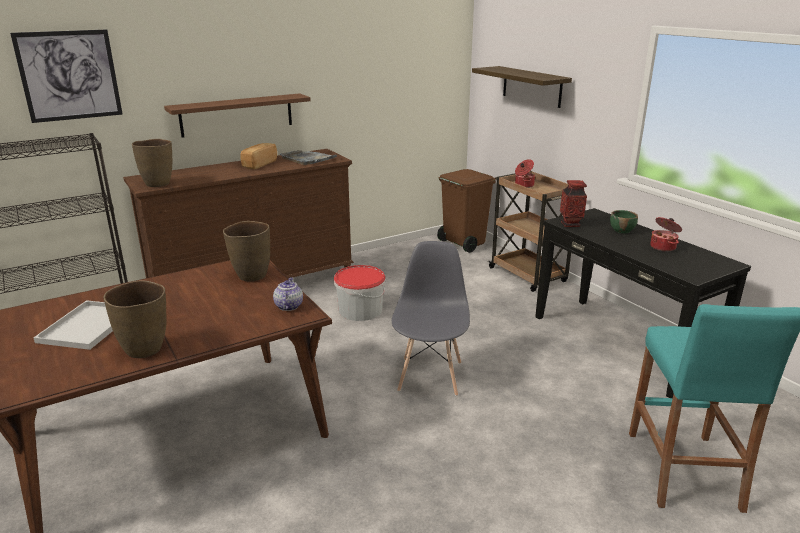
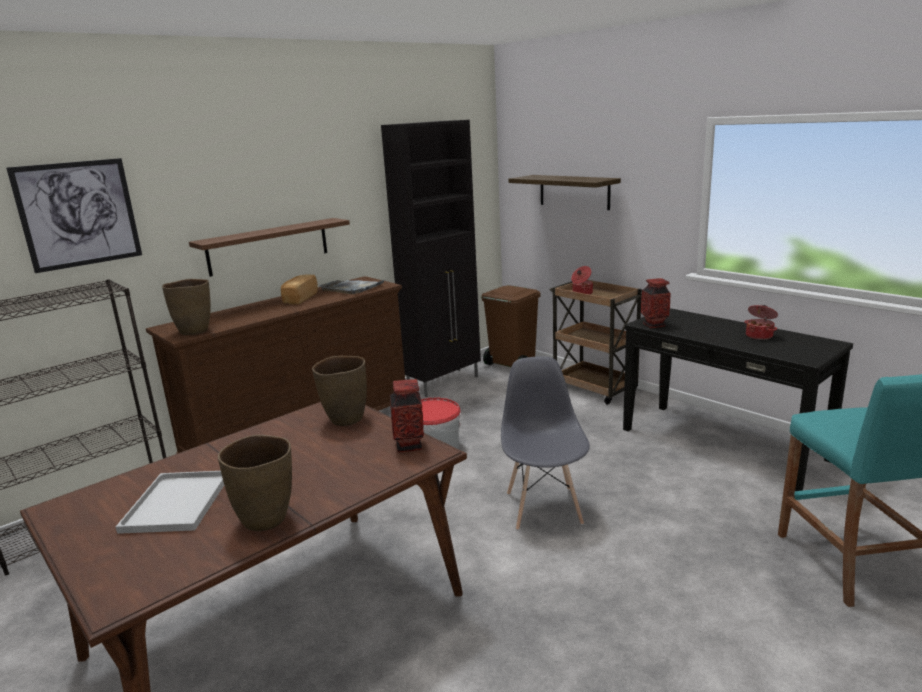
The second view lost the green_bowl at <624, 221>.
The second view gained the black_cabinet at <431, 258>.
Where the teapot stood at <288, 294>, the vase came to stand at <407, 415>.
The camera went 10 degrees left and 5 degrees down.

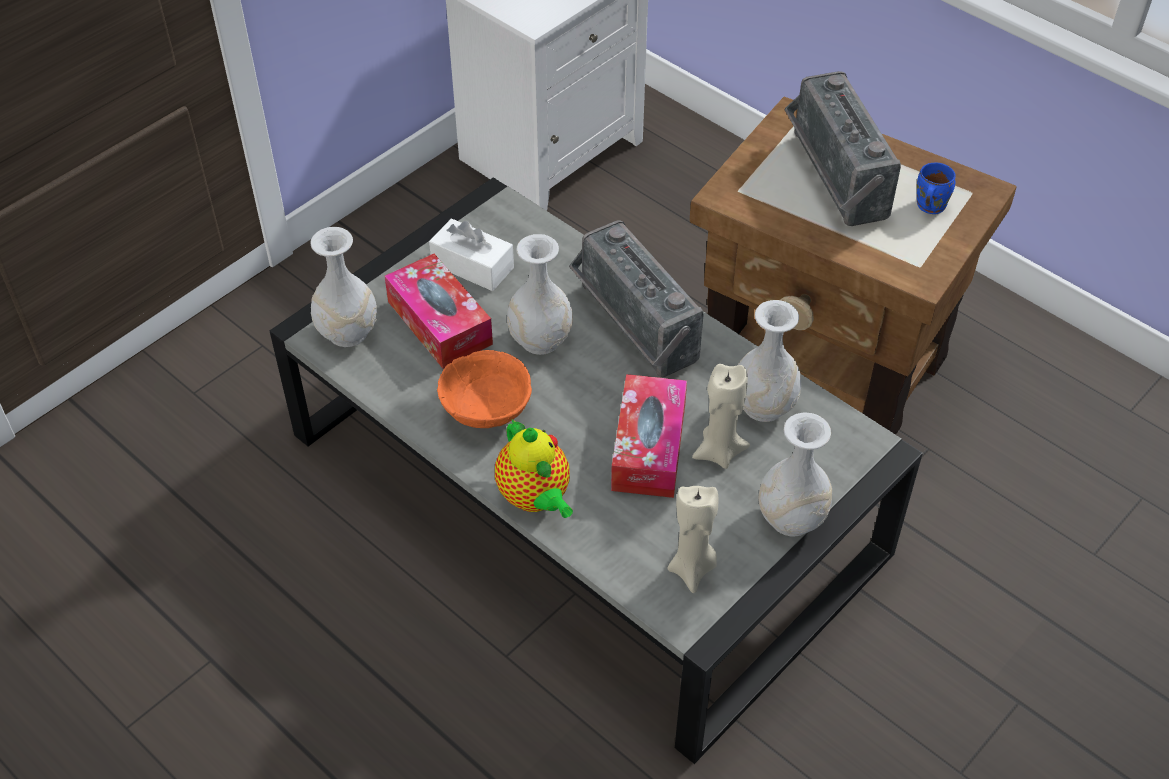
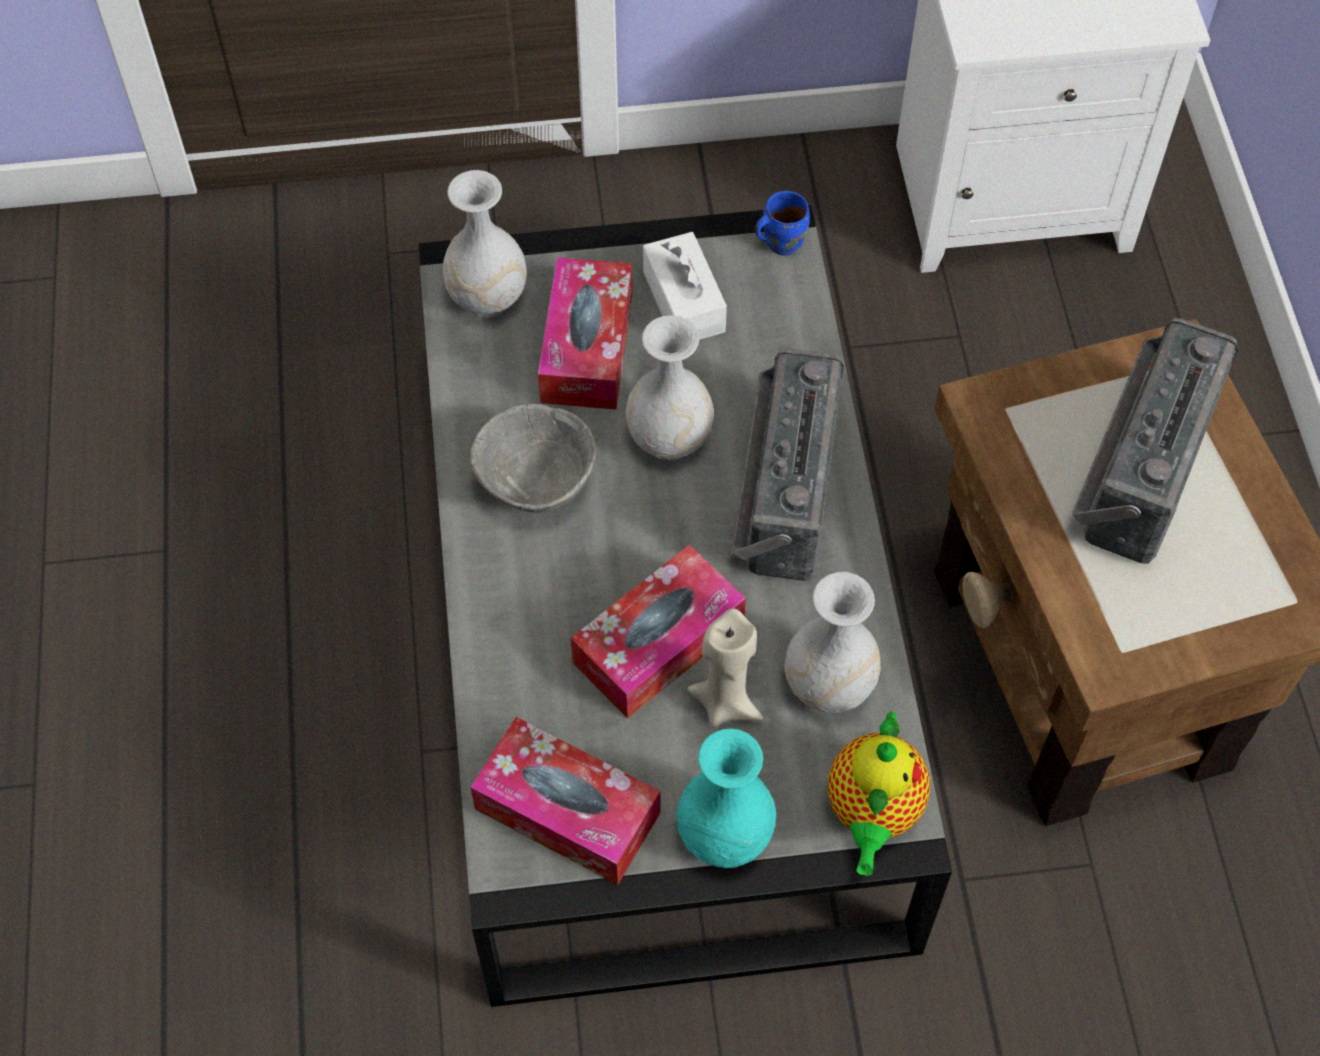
The teapot ended up elsewhere, having gone from <534, 468> to <879, 794>.
The blue_mug ended up elsewhere, having gone from <936, 188> to <782, 223>.
Where the beige_candle stood at <693, 539>, the tissue_box came to stand at <565, 801>.
What was the orange_bowl at <484, 389> turned into the grey_bowl at <533, 458>.
What was the white_vase at <795, 474> turned into the turquoise_vase at <726, 798>.
The camera went 40 degrees right and 10 degrees up.

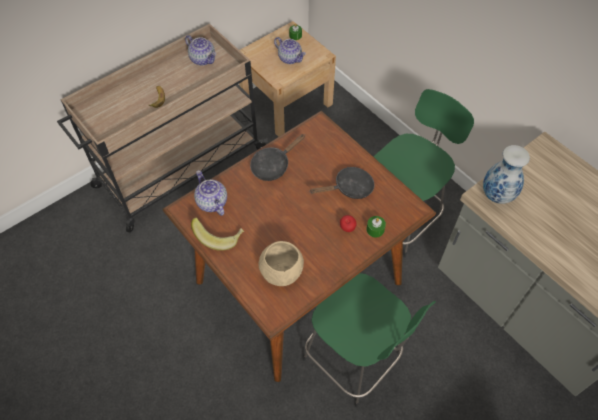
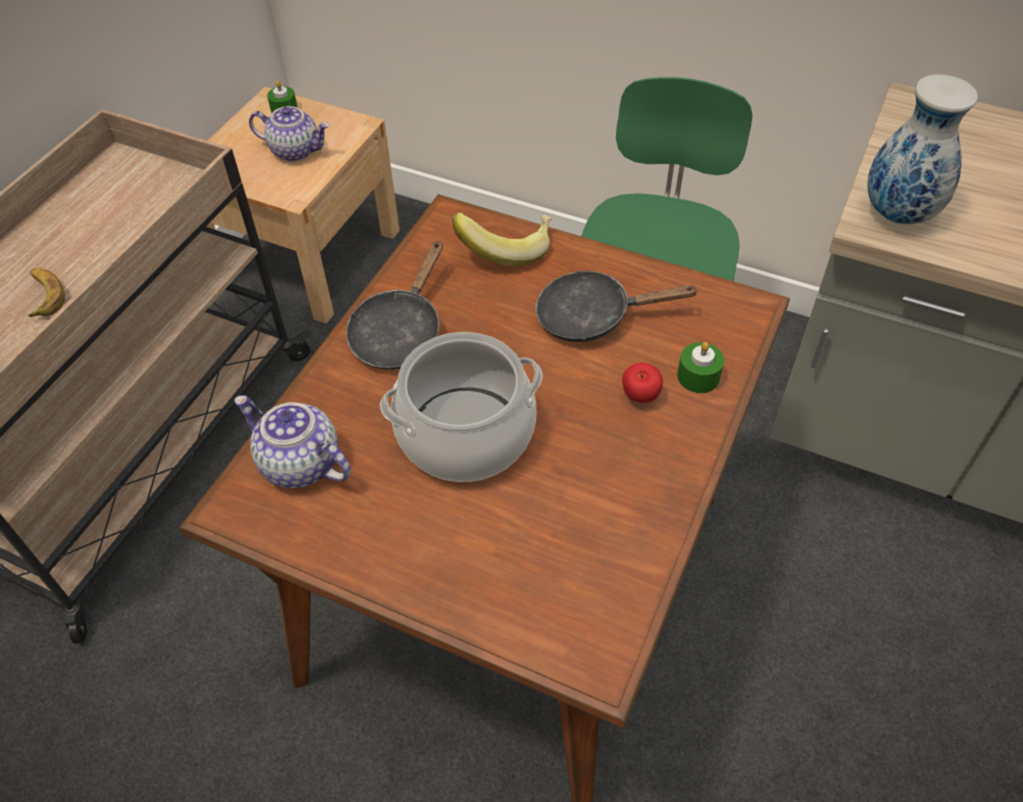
The second view lost the teapot at <200, 50>.
The second view lost the beige_bowl at <281, 263>.
The second view lost the green_stool at <369, 340>.
The second view gained the cooking_pot at <461, 407>.
The banana ended up elsewhere, having gone from <217, 234> to <502, 240>.
The black_frying_pan at <342, 183> ended up facing another way, 135 degrees counterclockwise from before.
The camera went 25 degrees left and 5 degrees down.

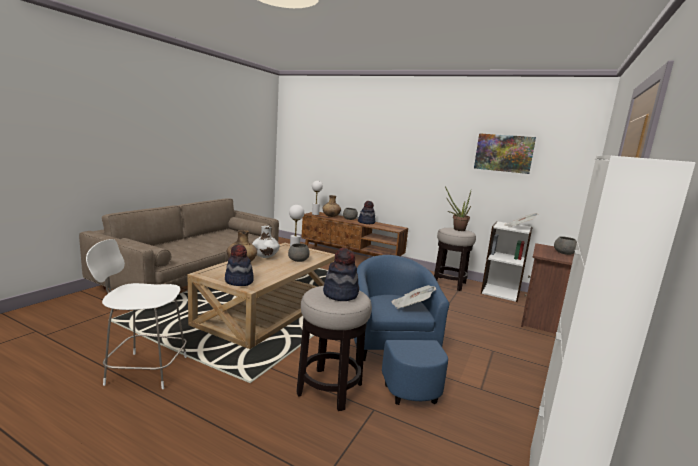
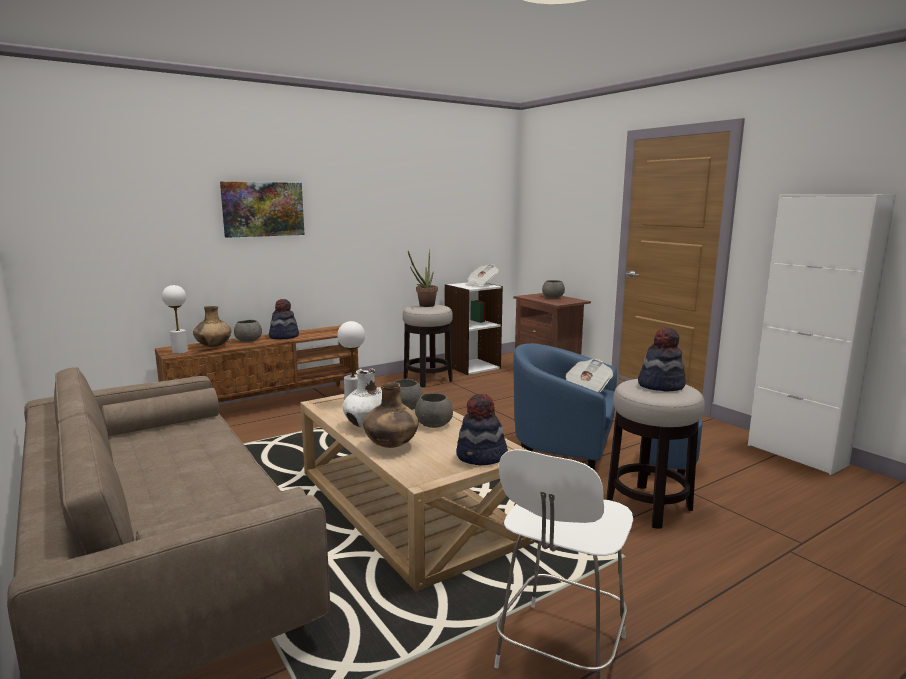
The second view gained the grey_bowl at <434, 410>.
The picture ended up elsewhere, having gone from <505, 153> to <262, 210>.
The camera went 60 degrees left and 0 degrees up.

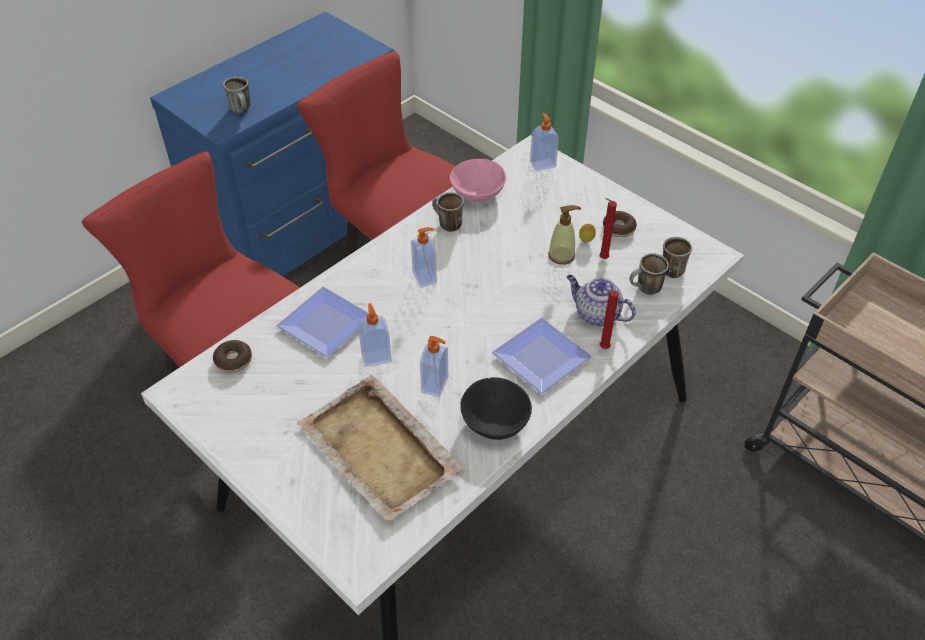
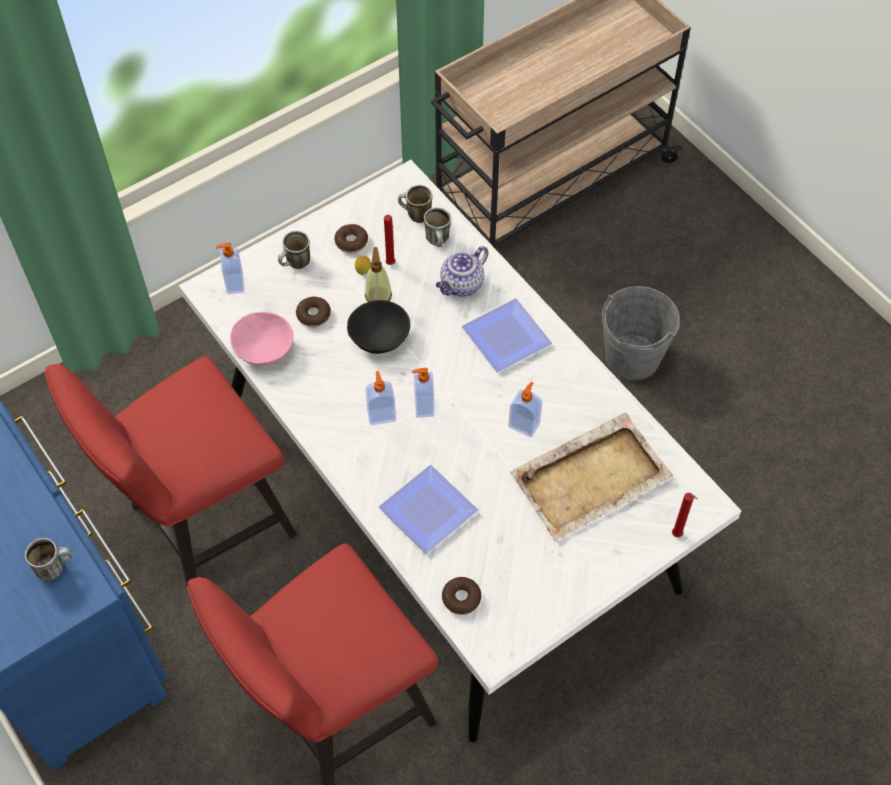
The second view gained the donut at <313, 312>.
The second view gained the grey_bucket at <641, 333>.
The soap_dispenser ended up elsewhere, having gone from <375, 335> to <423, 393>.
The mug ended up elsewhere, having gone from <448, 212> to <294, 250>.
The black_bowl ended up elsewhere, having gone from <496, 408> to <378, 327>.
The red_candle ended up elsewhere, having gone from <609, 319> to <684, 515>.
The camera went 80 degrees left and 10 degrees up.

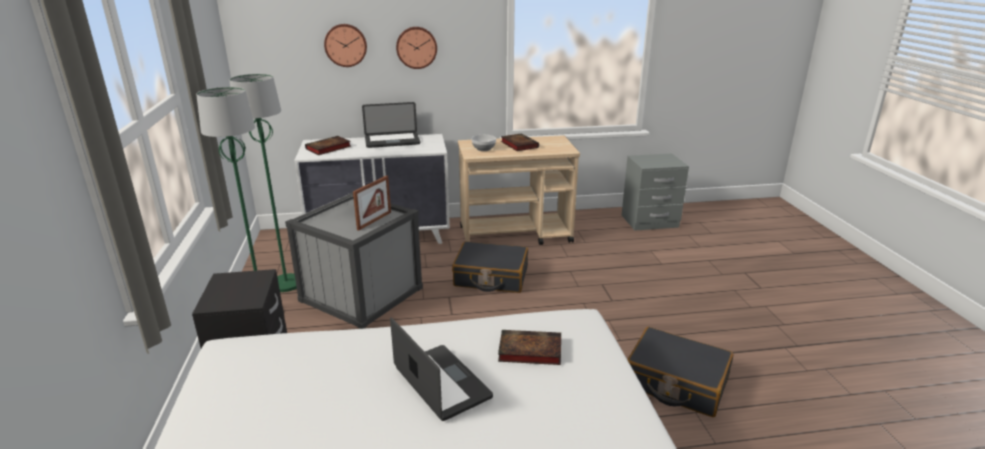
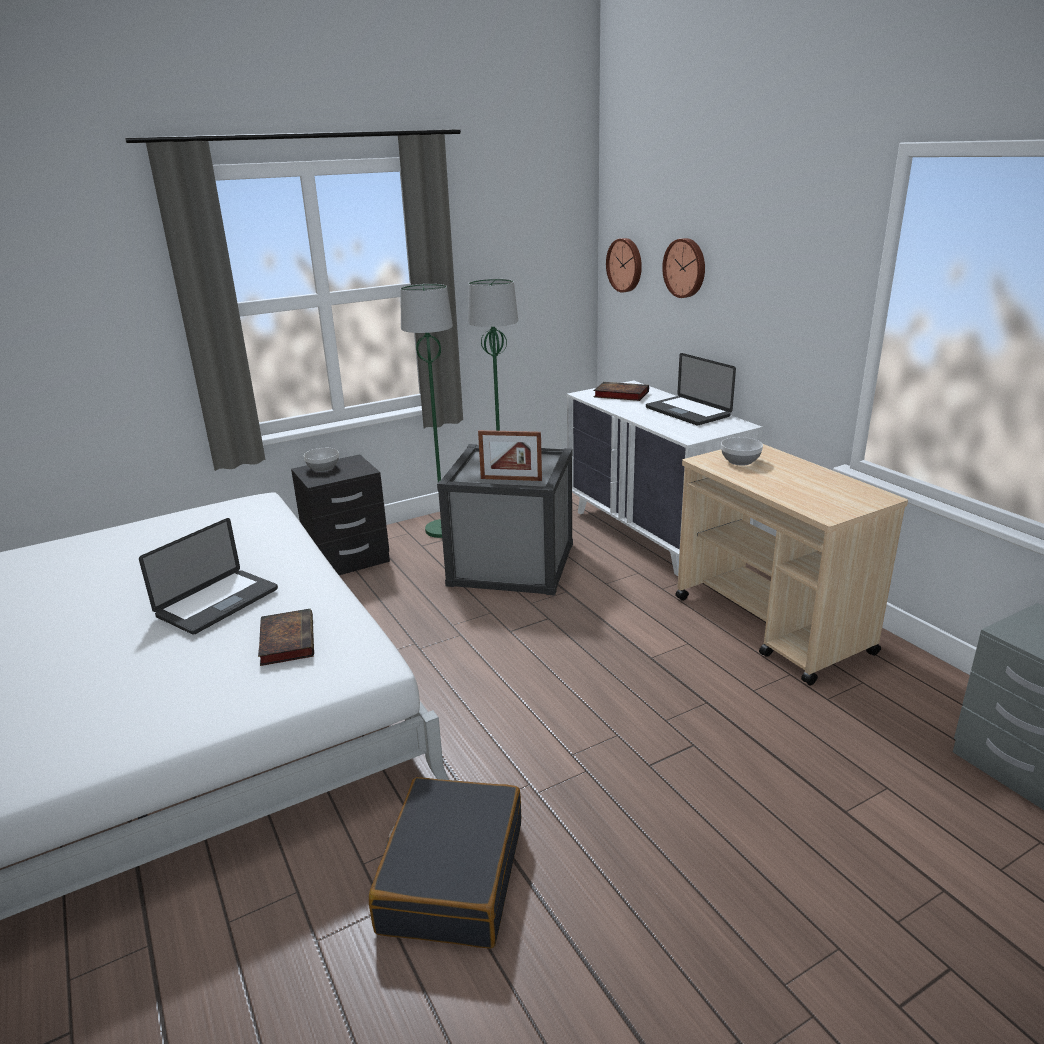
The second view lost the black_suitcase at <490, 267>.
The second view lost the book at <520, 142>.
The second view gained the bowl at <321, 460>.
The wall_clock ended up elsewhere, having gone from <416, 48> to <624, 265>.
The camera went 70 degrees right and 0 degrees up.

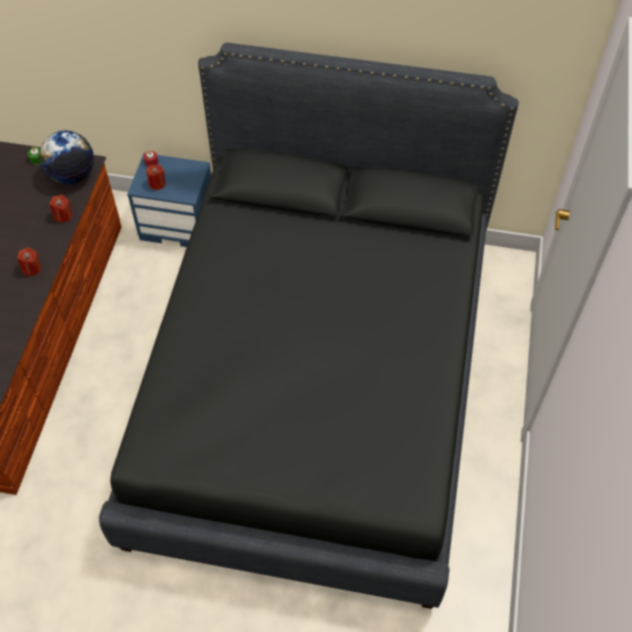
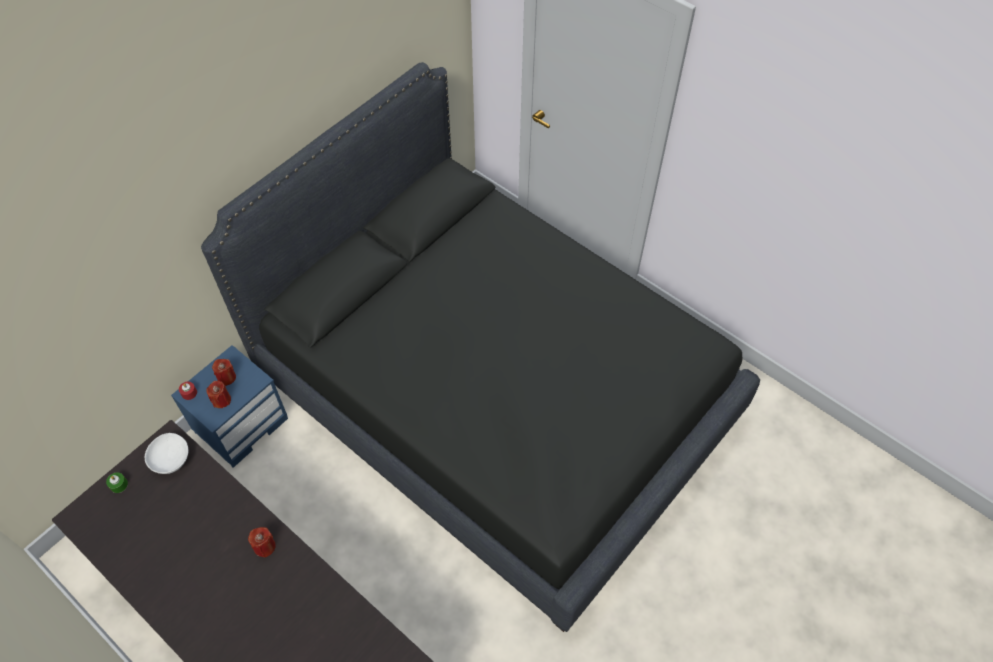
The red_candle ended up elsewhere, having gone from <61, 209> to <224, 372>.
Where the globe stood at <66, 157>, the white_bowl came to stand at <166, 453>.
The camera went 60 degrees left and 0 degrees up.

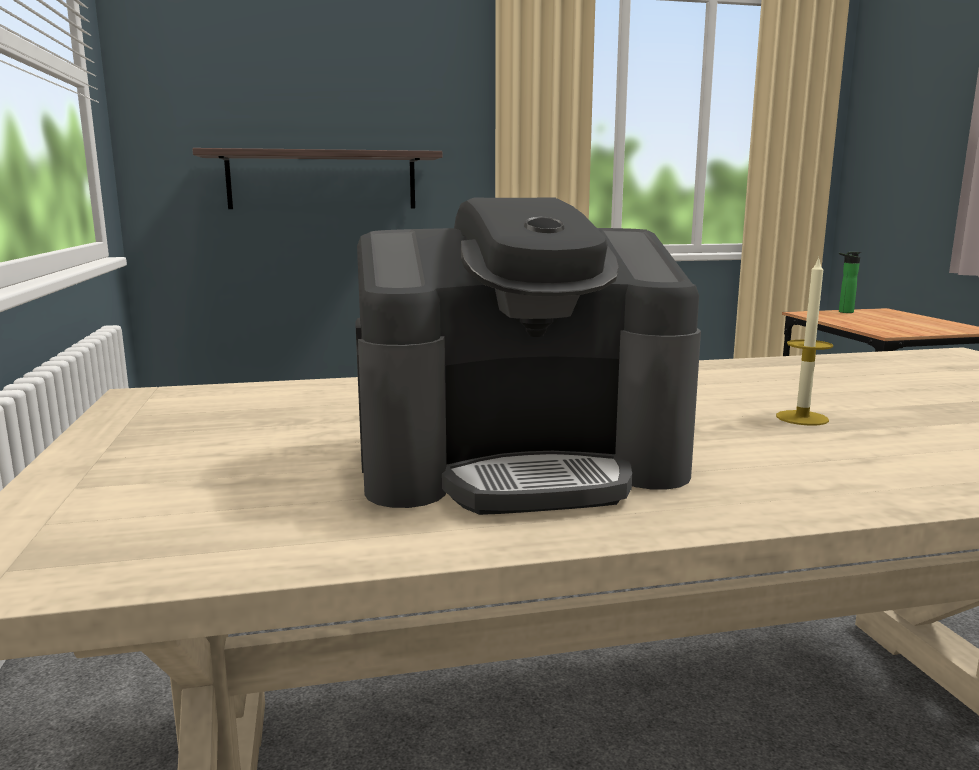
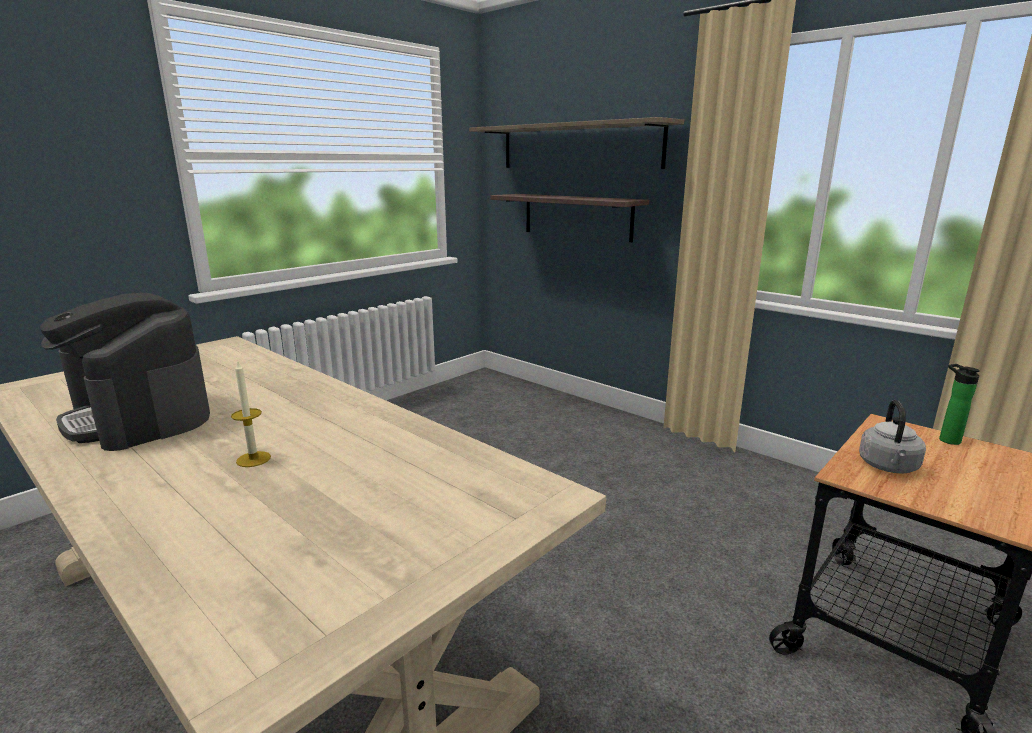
The second view gained the shelf at <576, 143>.
The second view gained the grey_kettle at <892, 437>.
The camera went 55 degrees right and 5 degrees up.

